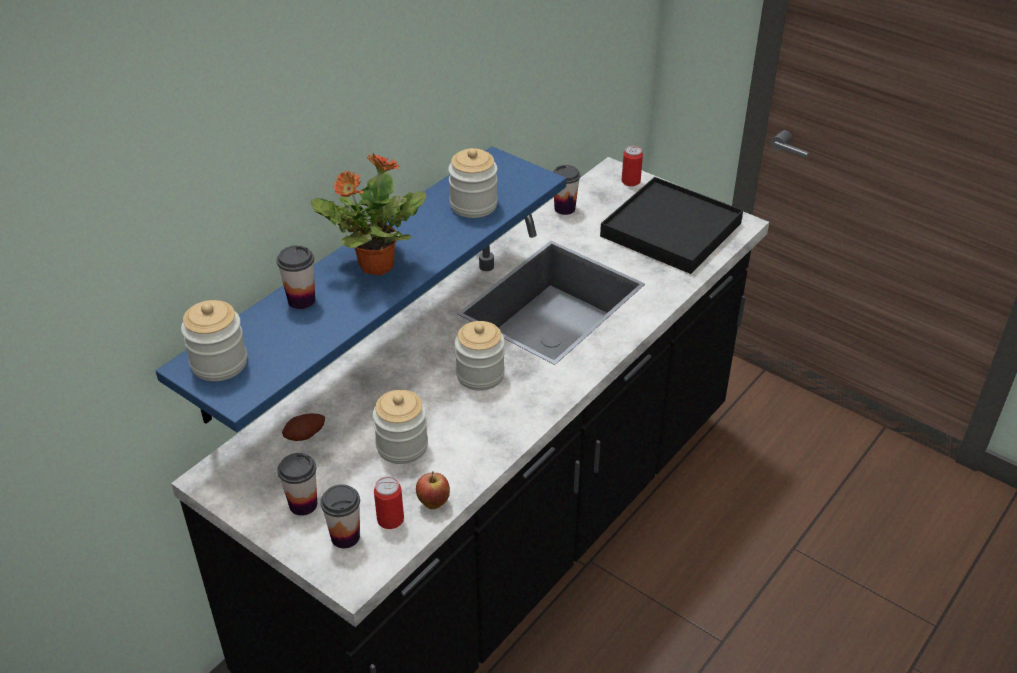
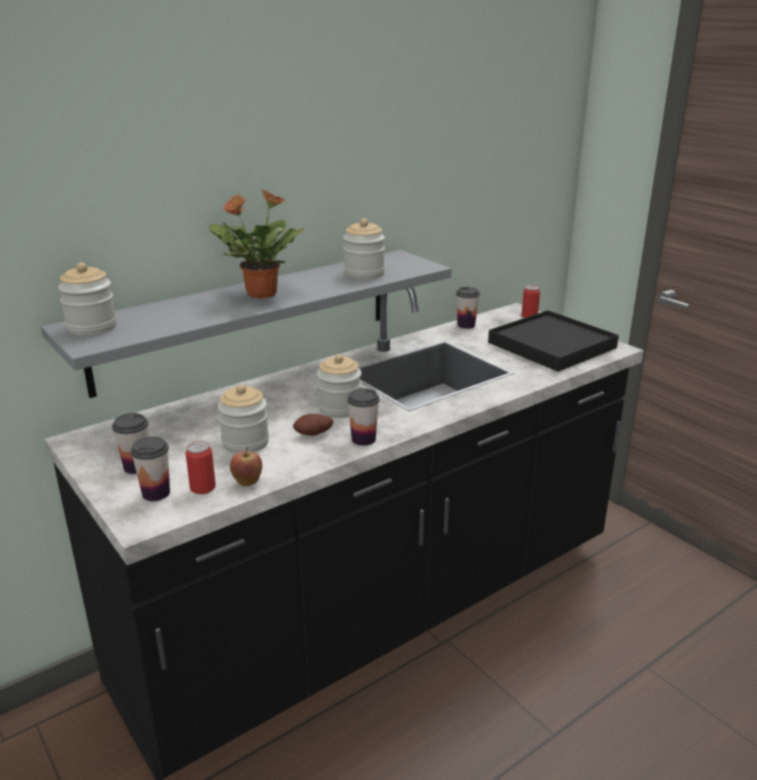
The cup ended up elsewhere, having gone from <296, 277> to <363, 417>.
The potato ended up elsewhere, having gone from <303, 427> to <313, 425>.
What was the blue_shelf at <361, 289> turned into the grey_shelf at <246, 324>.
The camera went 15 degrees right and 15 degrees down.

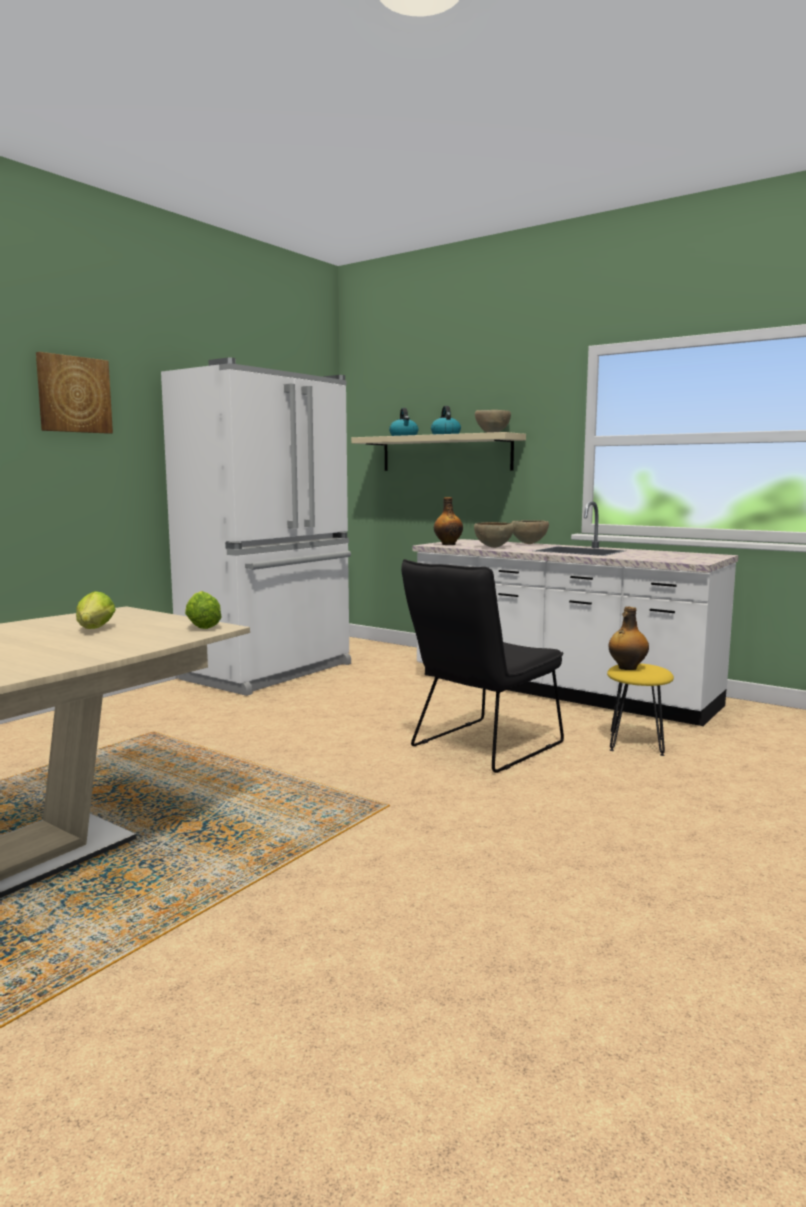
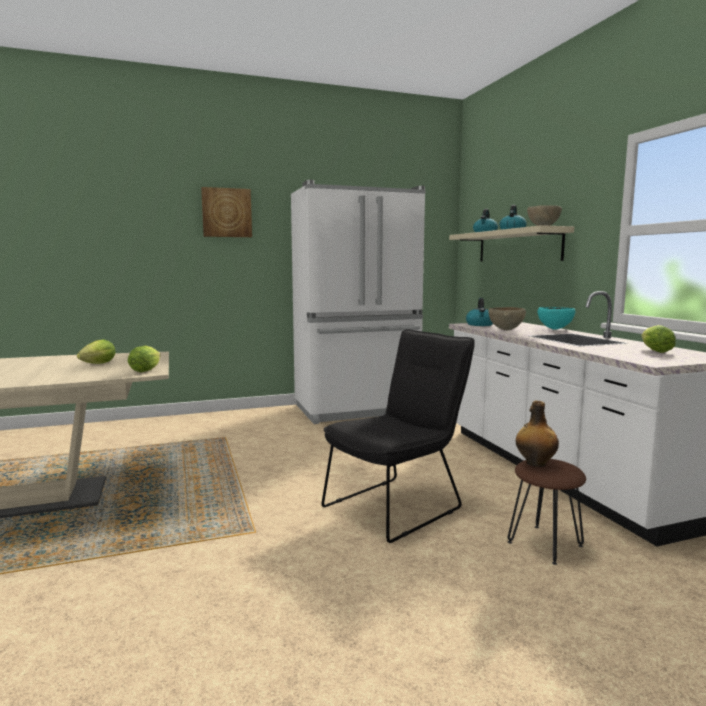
The second view gained the lettuce at <658, 339>.
Where the bottle stood at <448, 521>, the kettle came to stand at <479, 312>.
What was the brown_bowl at <530, 532> turned into the turquoise_bowl at <556, 318>.
What was the yellow_stool at <640, 709> turned into the brown_stool at <546, 512>.
The black_chair at <482, 666> ended up facing another way, 150 degrees clockwise from before.
The camera went 35 degrees right and 0 degrees up.

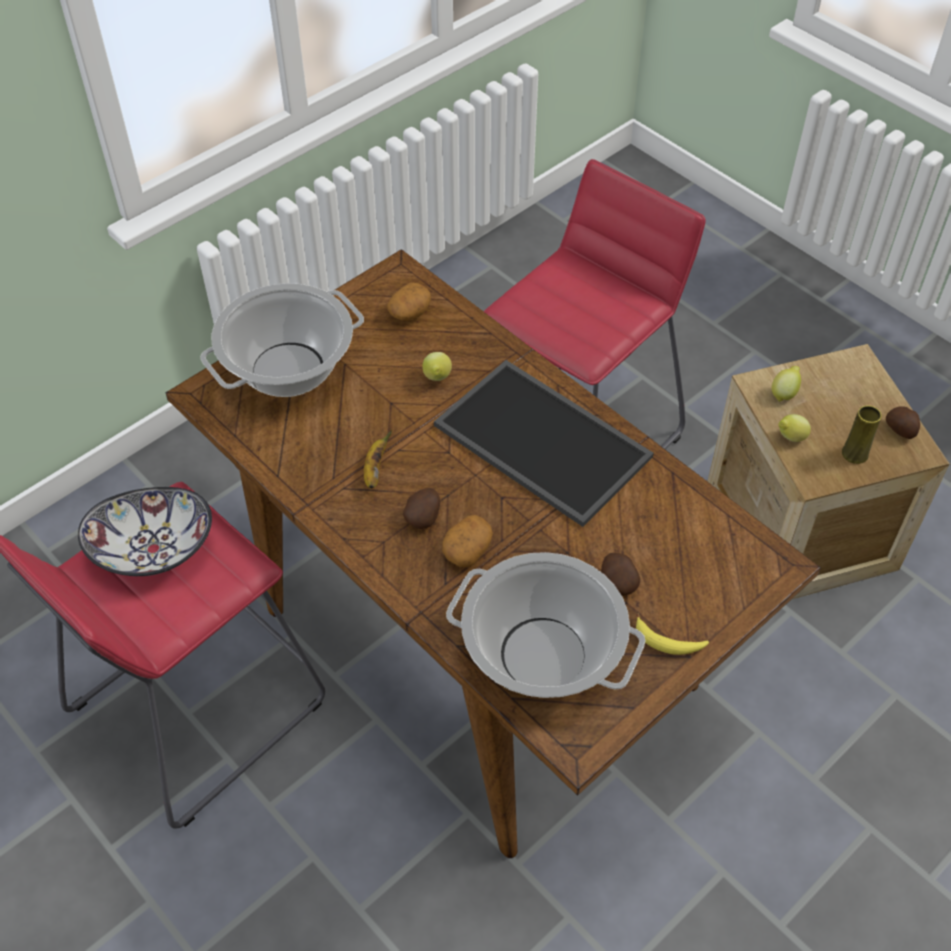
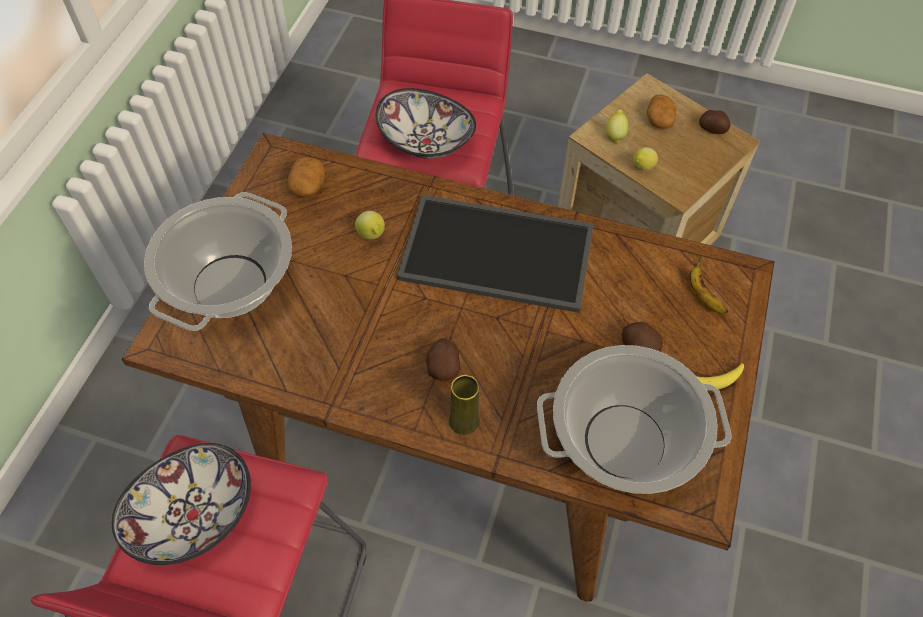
The second view gained the bowl at <426, 123>.
The banana ended up elsewhere, having gone from <378, 459> to <708, 284>.
The potato ended up elsewhere, having gone from <467, 541> to <661, 112>.
The yellow_vase ended up elsewhere, having gone from <862, 434> to <464, 405>.
The camera went 30 degrees left and 5 degrees up.

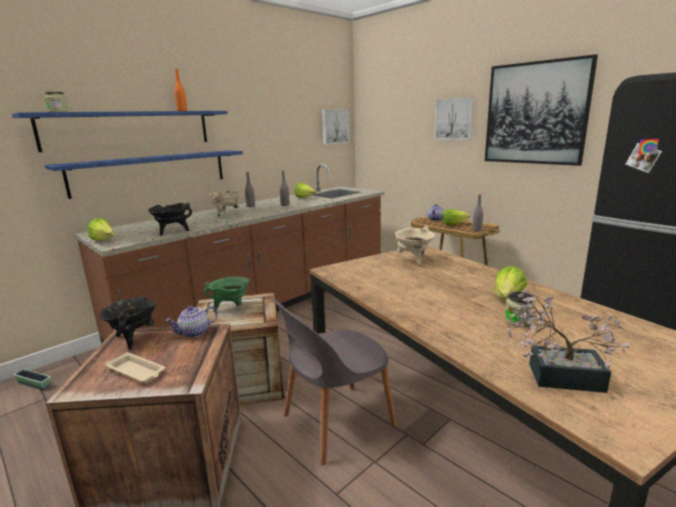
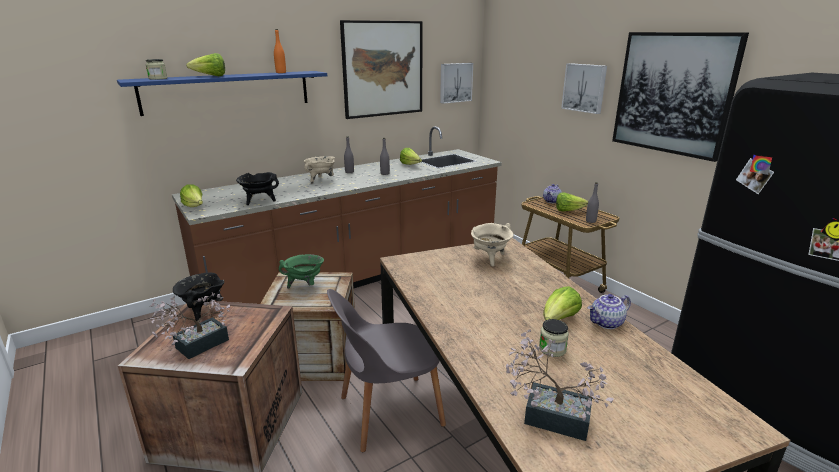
The second view lost the planter at <32, 379>.
The second view lost the blue_shelf at <144, 174>.
The second view gained the lettuce at <205, 64>.
The second view gained the picture at <381, 69>.
The teapot ended up elsewhere, having gone from <191, 322> to <609, 311>.
Where the beige_tray stood at <135, 367>, the potted_plant came to stand at <190, 326>.
The camera went 10 degrees right and 5 degrees up.

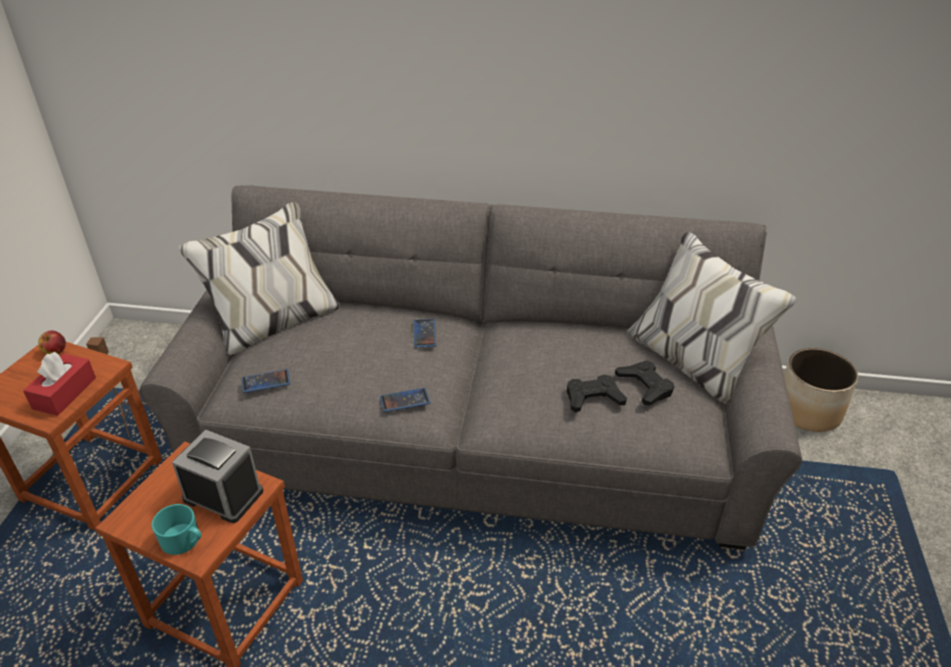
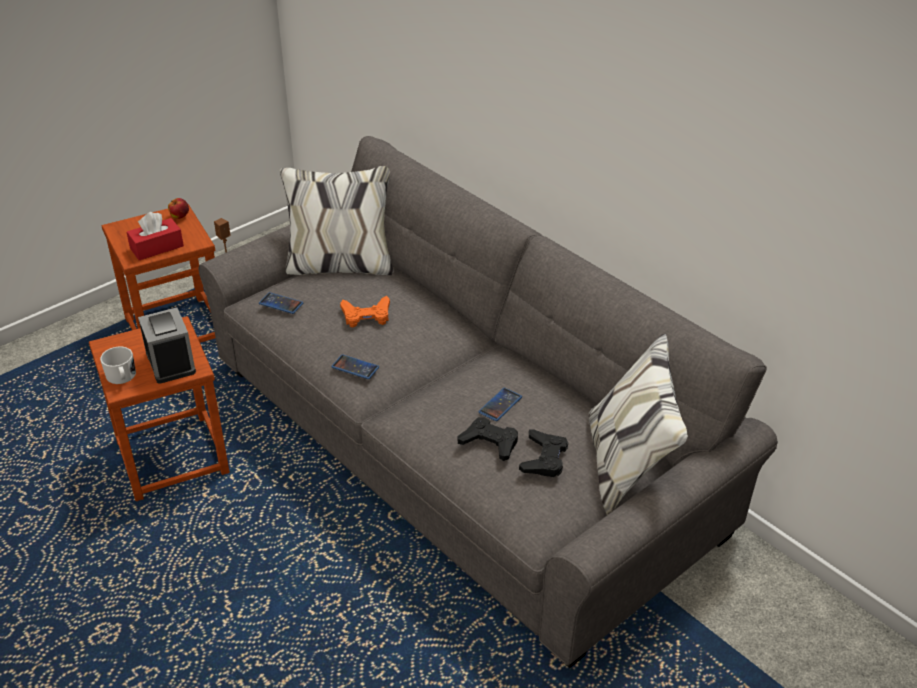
The second view lost the planter at <821, 390>.
The second view gained the orange_game_controller at <365, 312>.
The phone ended up elsewhere, having gone from <425, 333> to <500, 404>.
What was the turquoise_mug at <176, 529> turned into the white_mug at <118, 365>.
The camera went 40 degrees right and 0 degrees up.

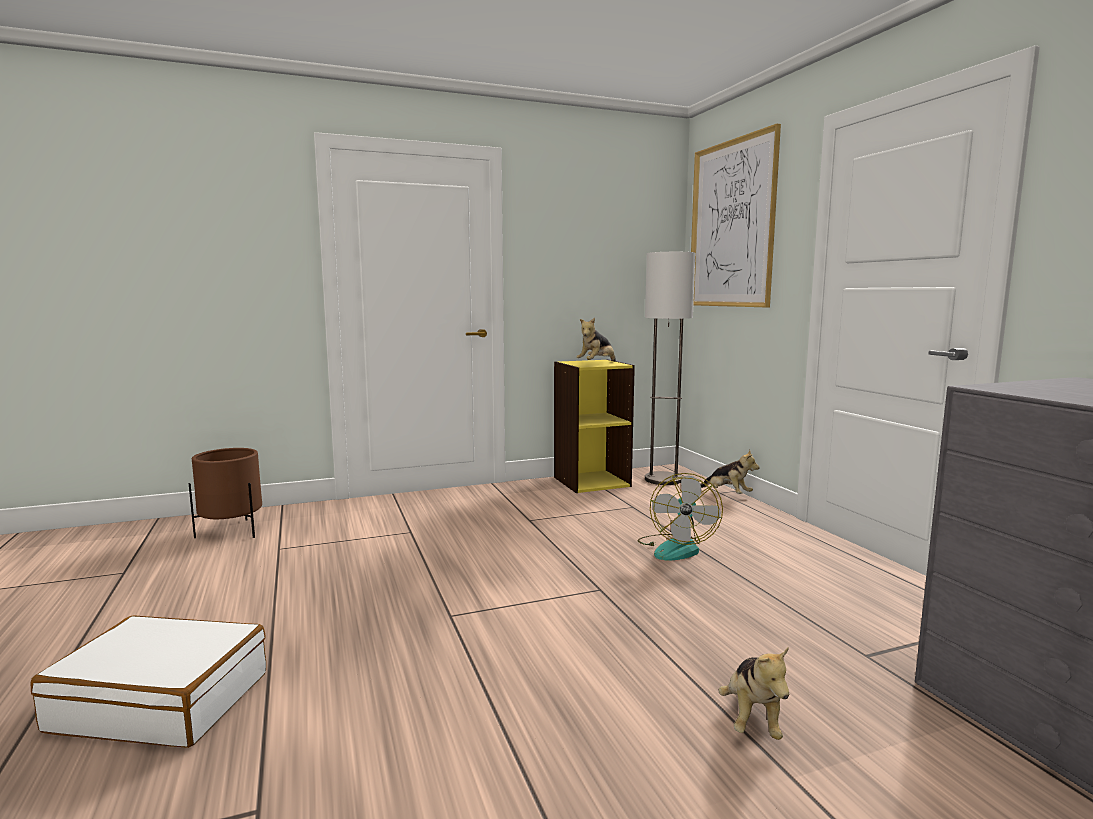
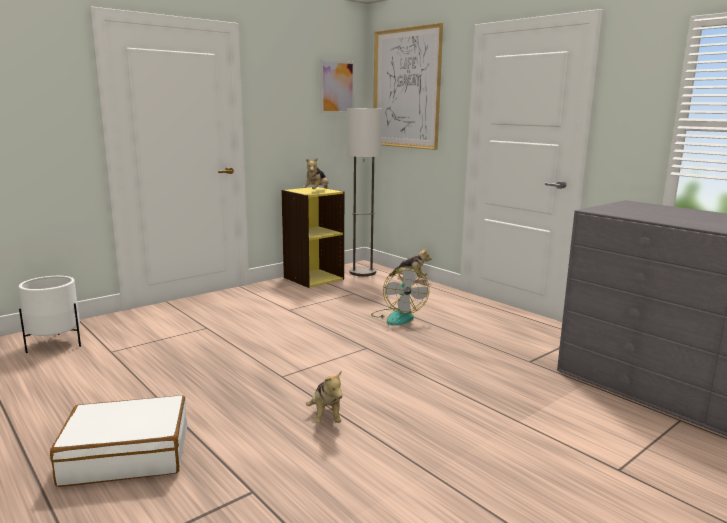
The second view gained the picture at <337, 86>.
The plush_toy ended up elsewhere, having gone from <753, 693> to <324, 397>.
What was the brown_planter at <225, 493> turned into the white_planter at <50, 314>.
The camera went 20 degrees left and 5 degrees up.

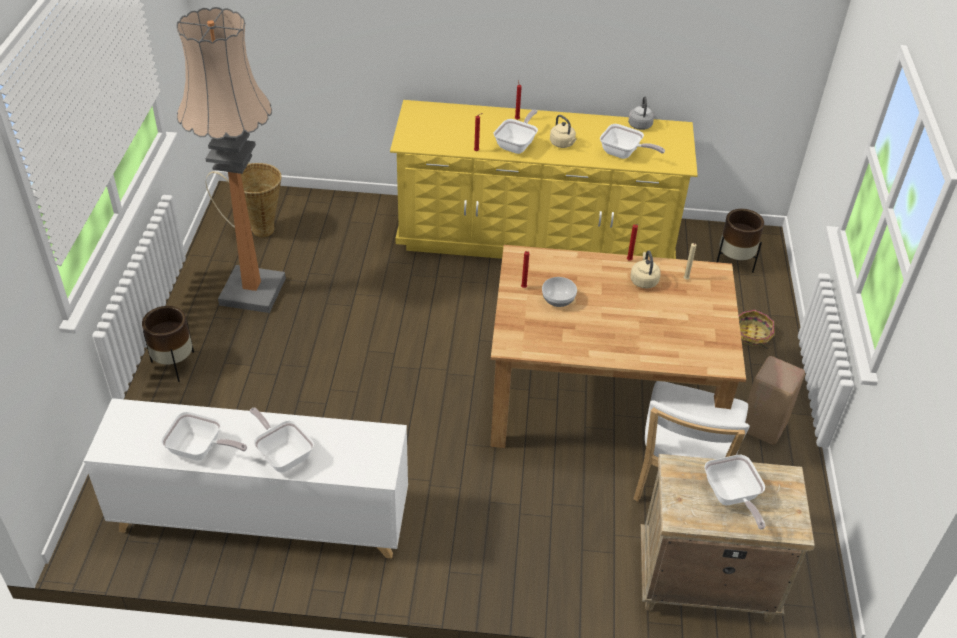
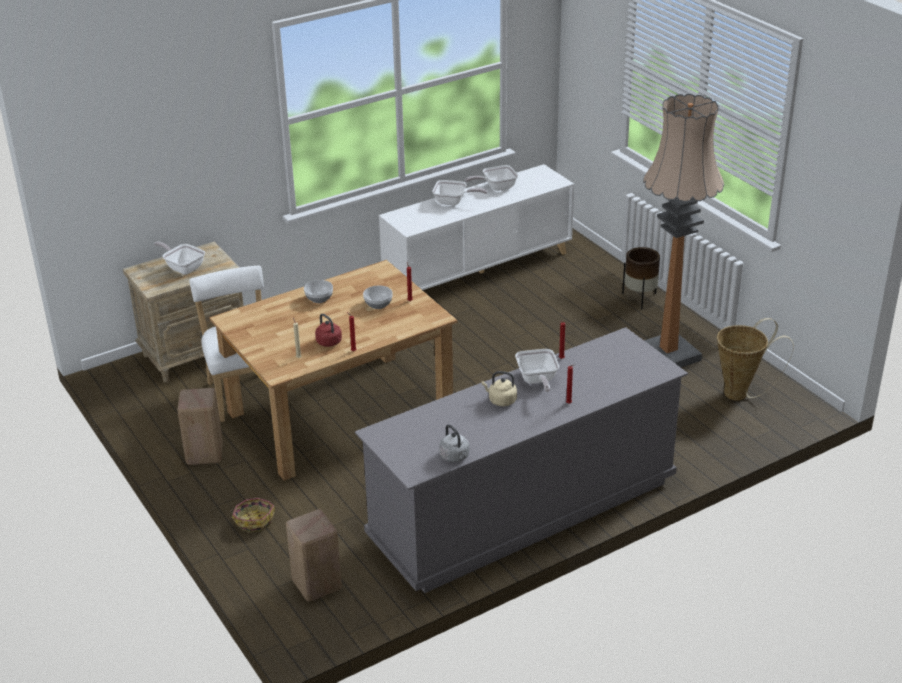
The second view lost the frying_pan at <632, 141>.
The second view gained the bowl at <318, 291>.
Where the brown_planter stood at <740, 241>, the beige_stool came to stand at <314, 555>.
What was the yellow_dresser at <544, 179> turned into the grey_dresser at <521, 460>.
What was the beige_kettle at <645, 269> turned into the red_kettle at <328, 330>.
The camera went 145 degrees right and 10 degrees down.

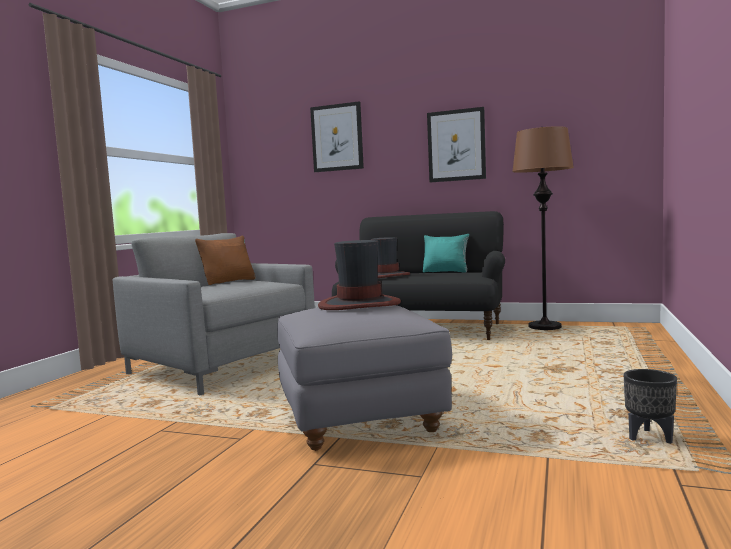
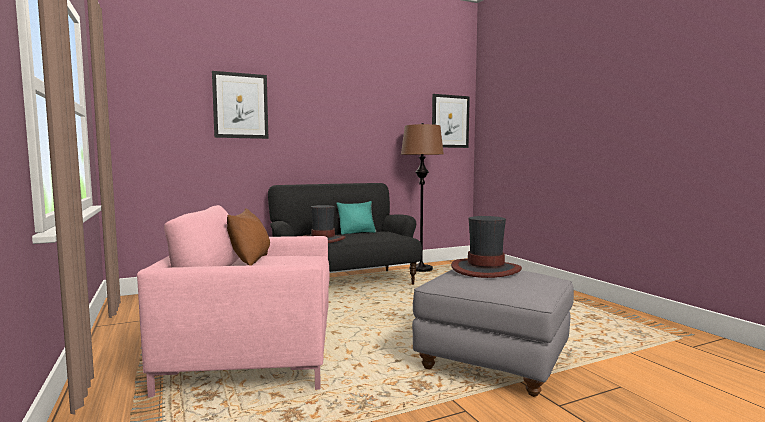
The second view lost the black_planter at <650, 406>.
The picture ended up elsewhere, having gone from <456, 144> to <451, 121>.
What was the grey_armchair at <214, 314> turned into the pink_armchair at <233, 301>.
The camera went 45 degrees left and 0 degrees up.

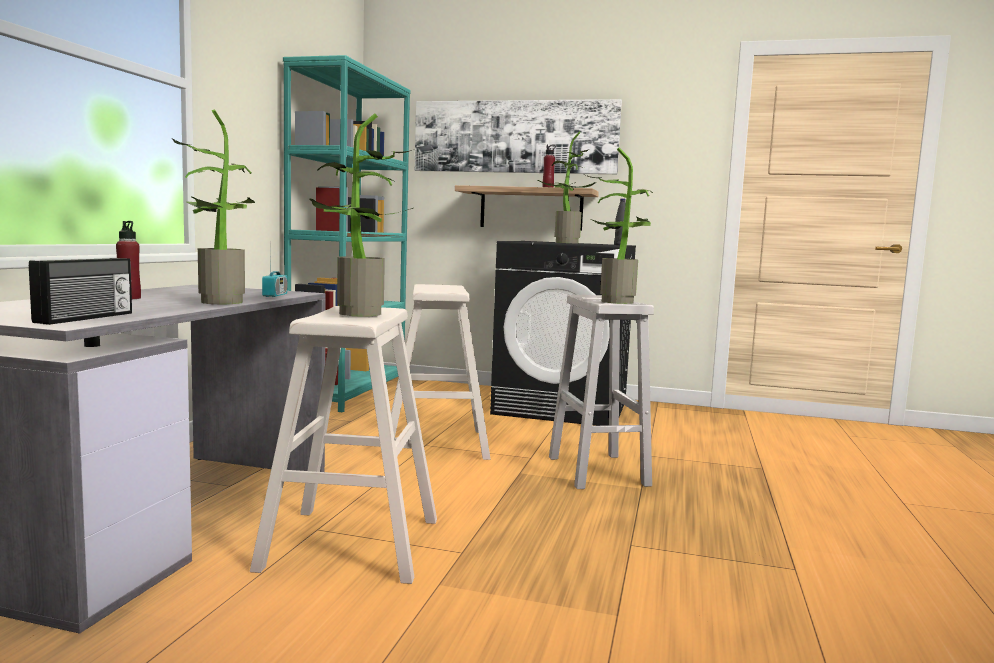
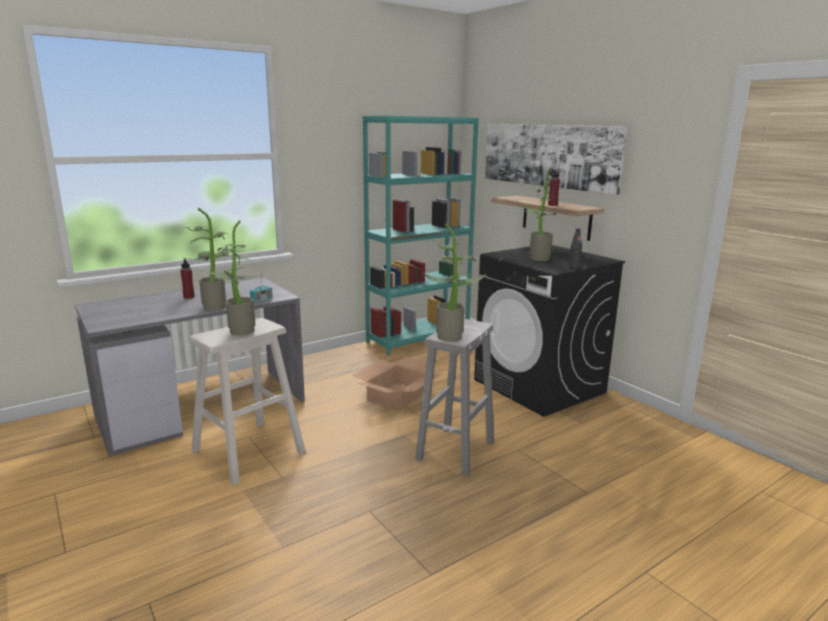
The second view lost the radio at <80, 291>.
Where the beige_stool stood at <441, 372>, the cardboard_box came to stand at <397, 384>.
The camera went 40 degrees right and 10 degrees up.

